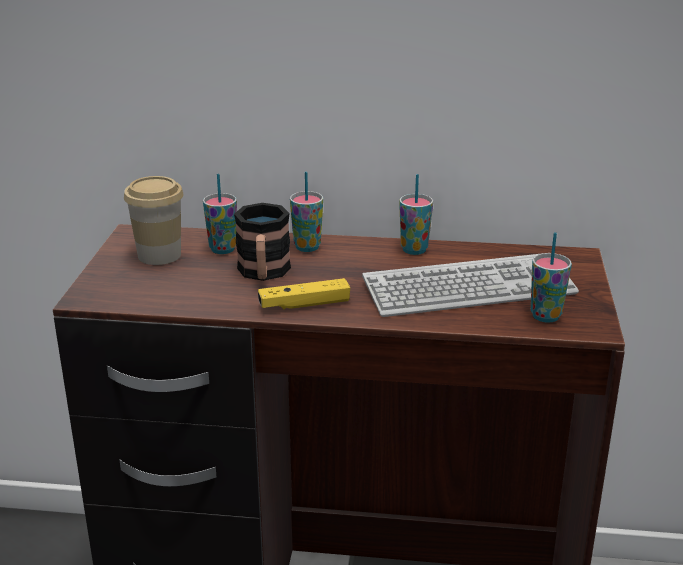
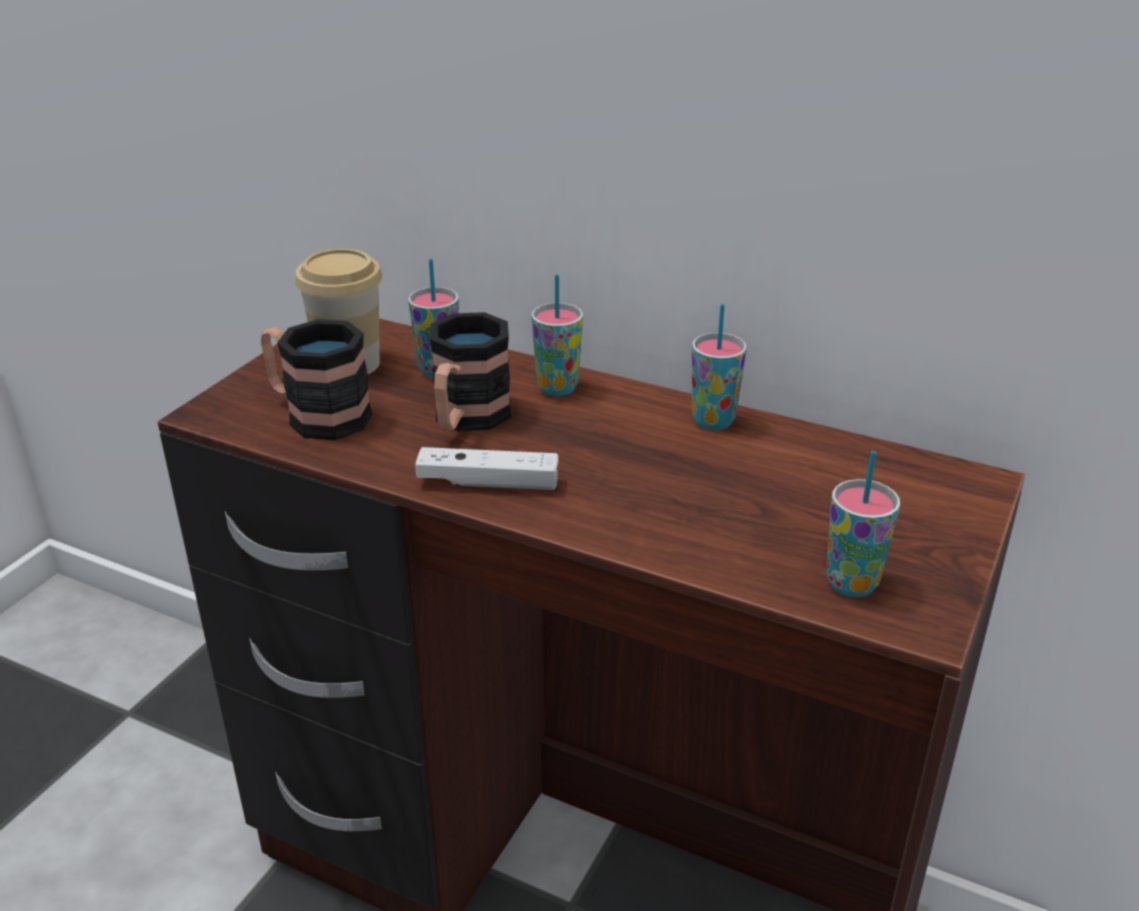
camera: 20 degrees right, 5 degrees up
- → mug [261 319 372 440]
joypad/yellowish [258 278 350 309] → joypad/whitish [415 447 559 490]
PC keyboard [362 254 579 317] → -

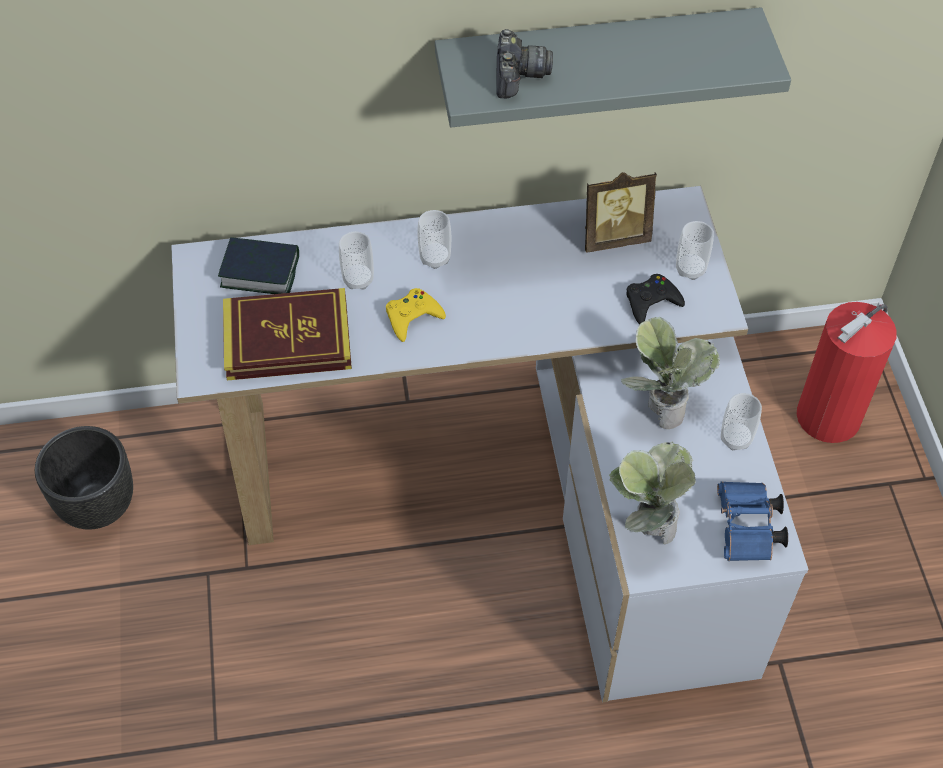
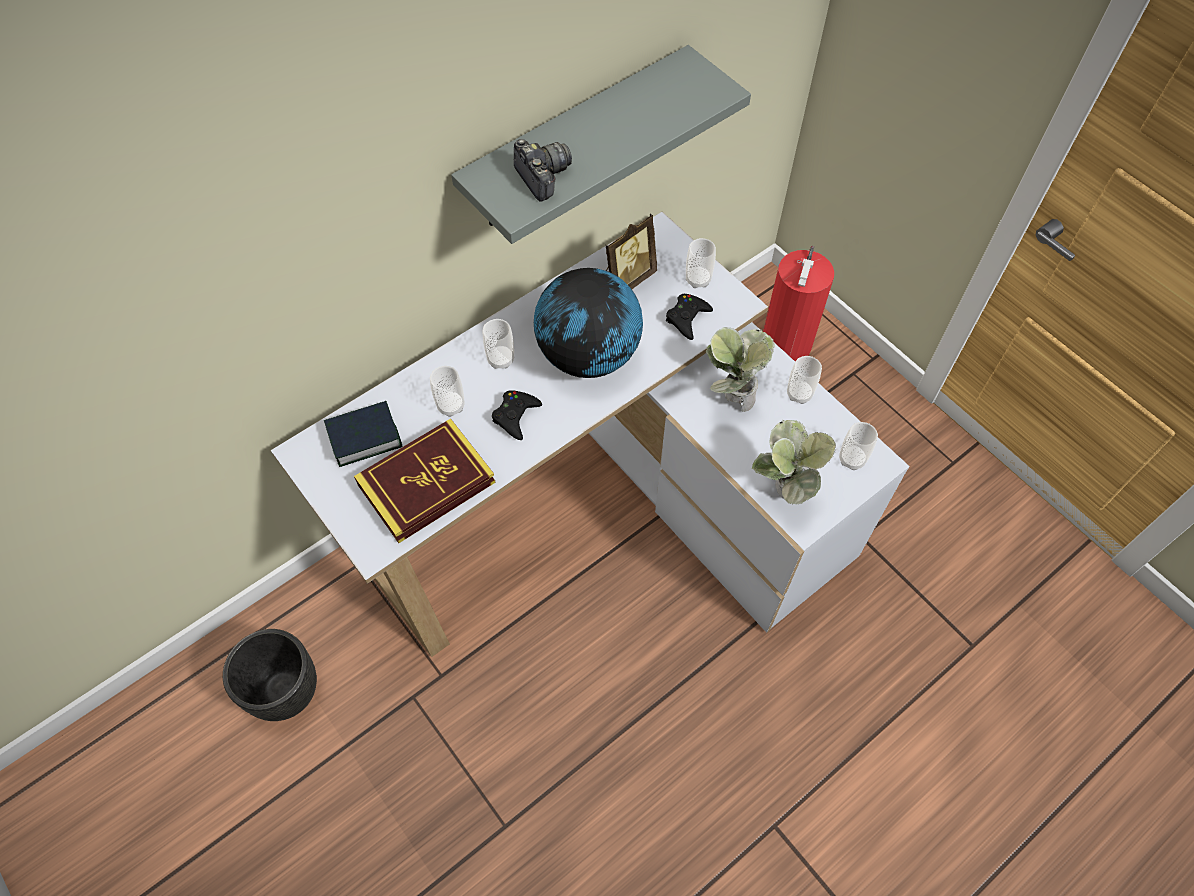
camera: 30 degrees left, 5 degrees up
joypad/yellowish [386 288 446 342] → joypad/black [492 390 542 440]
- → desk globe [534 268 643 378]
pair of binoculars/bluish [717 481 788 561] → small cup [839 422 878 470]

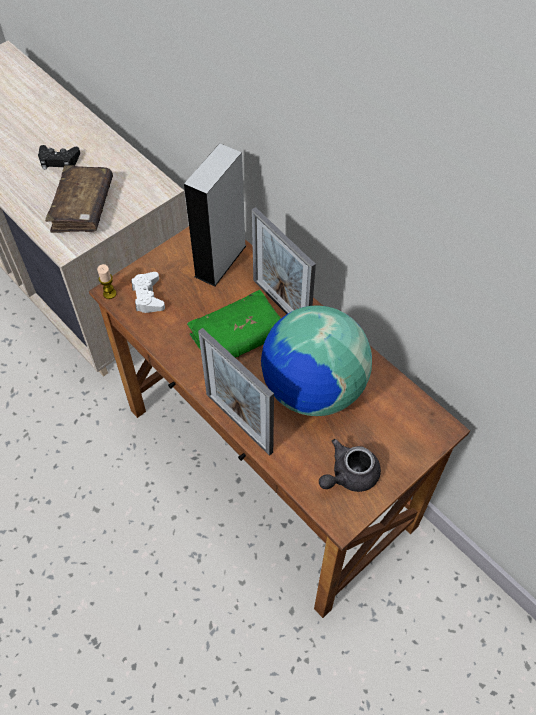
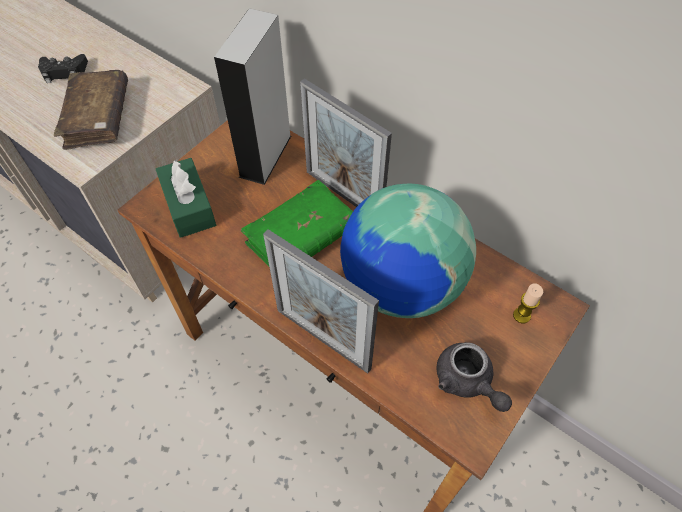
camera: 10 degrees left, 0 degrees up
joypad/whitish [131 272 165 313] → tissue box/green-coloured [156 158 216 238]
pot for tea/grey [319 439 381 492] → pot for tea/grey [437 342 512 412], 75 degrees counterclockwise
wax light [97 264 117 299] → wax light [513 284 543 323], shifted

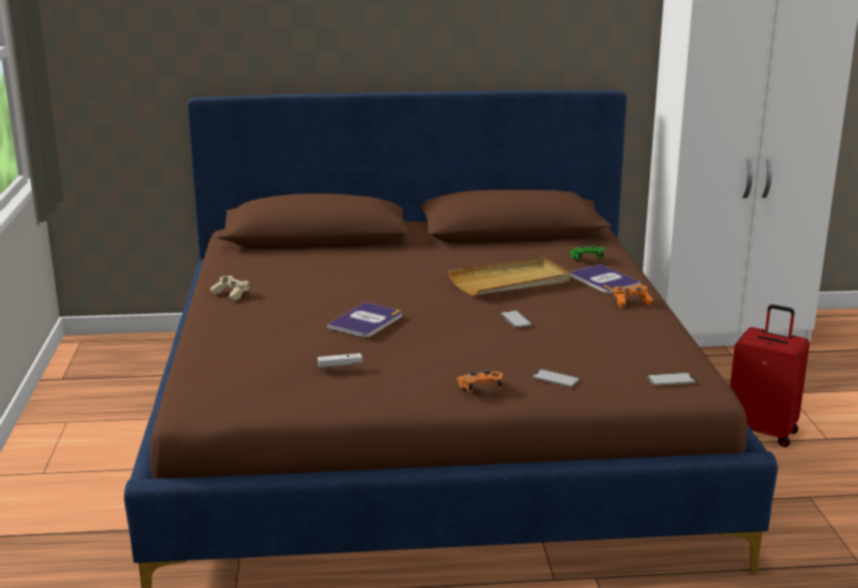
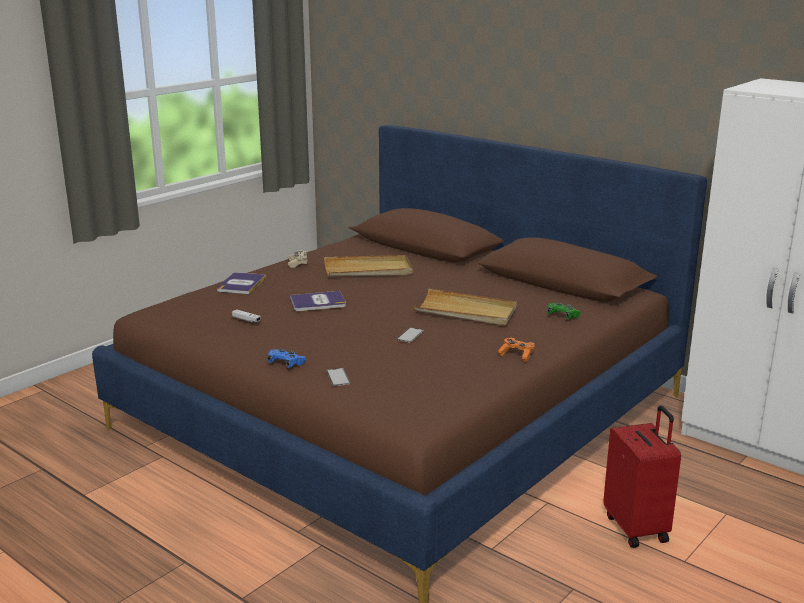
camera: 45 degrees right, 0 degrees up
bound book [571 264 641 294] → bound book [217 272 266 294], shifted
joypad/orange-coloured [456 370 503 393] → joypad/bluish [268 348 306 368]
- → tray/sand-coloured [324 255 413 276]
handset [647 372 696 386] → -

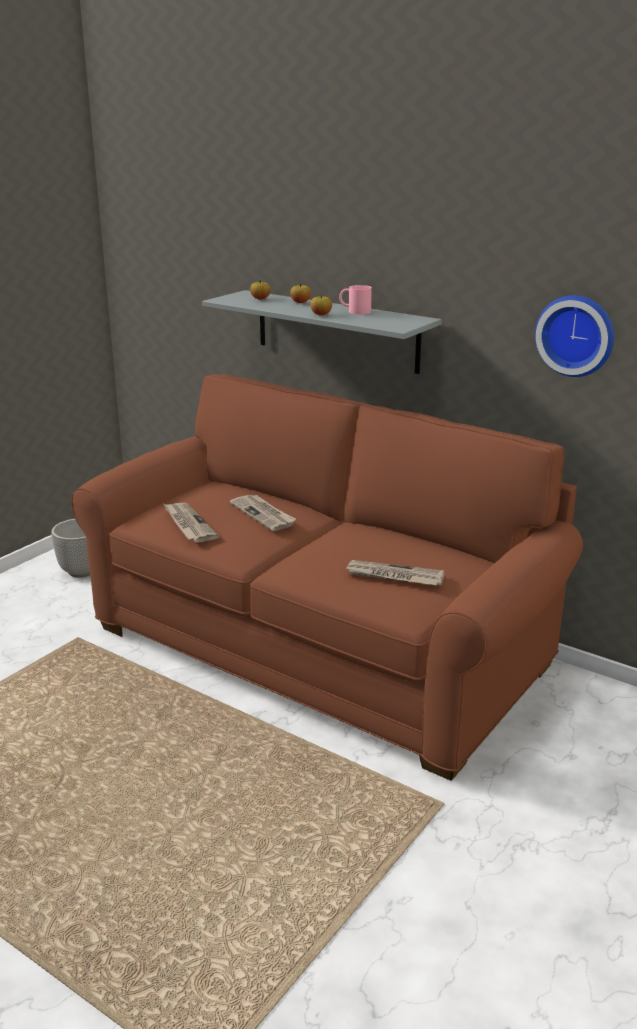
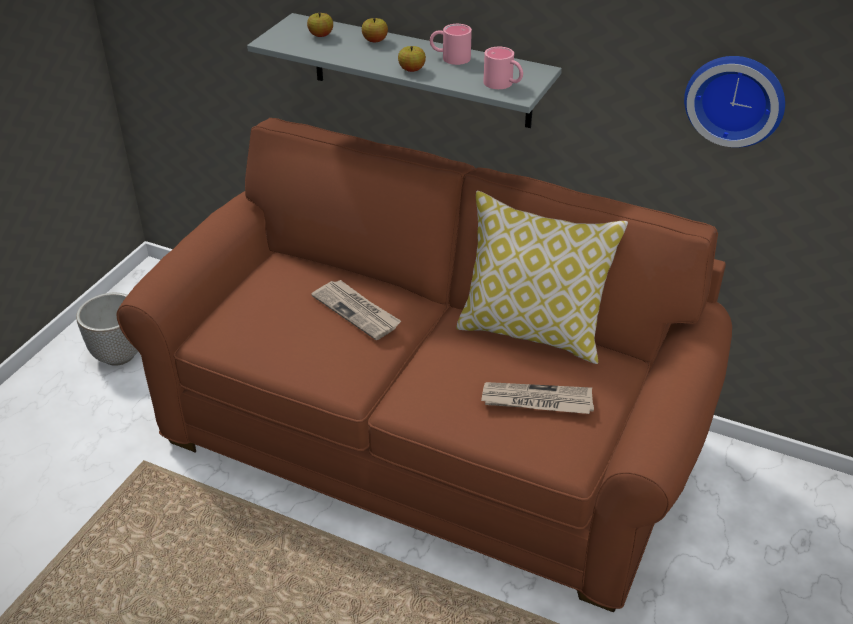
camera: 10 degrees left, 15 degrees up
- → pillow [456 191 628 364]
- → mug/pinkish [483 47 523 89]
printed paper [164 503 219 542] → -

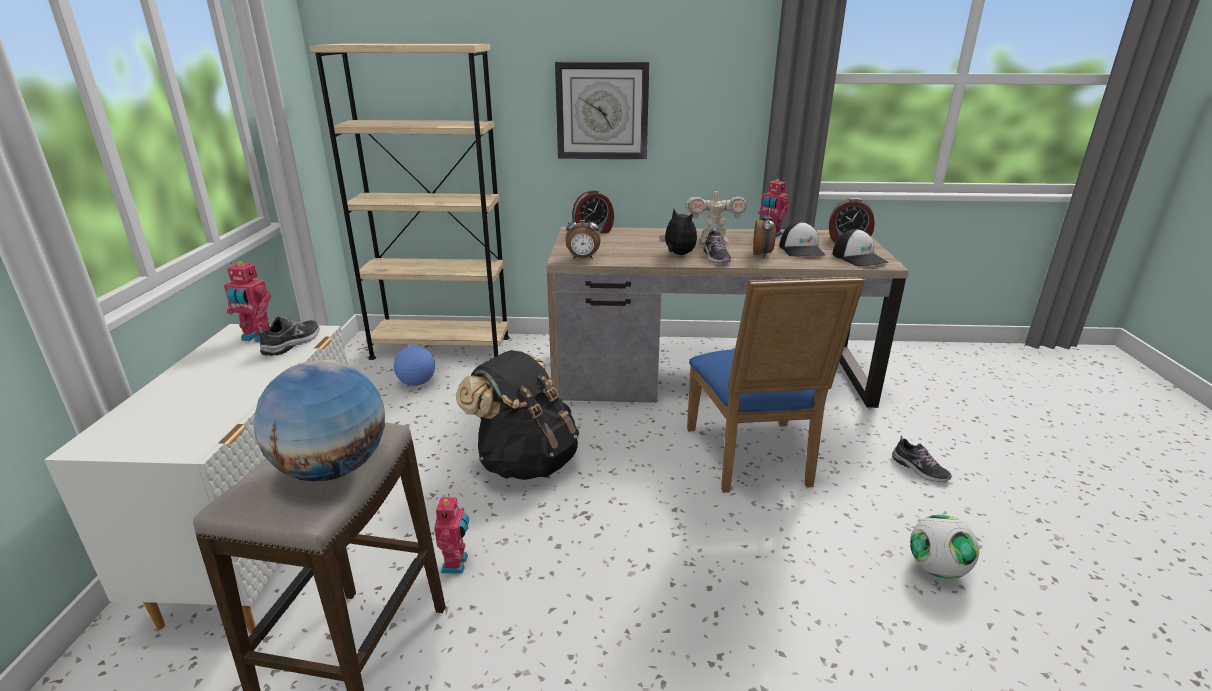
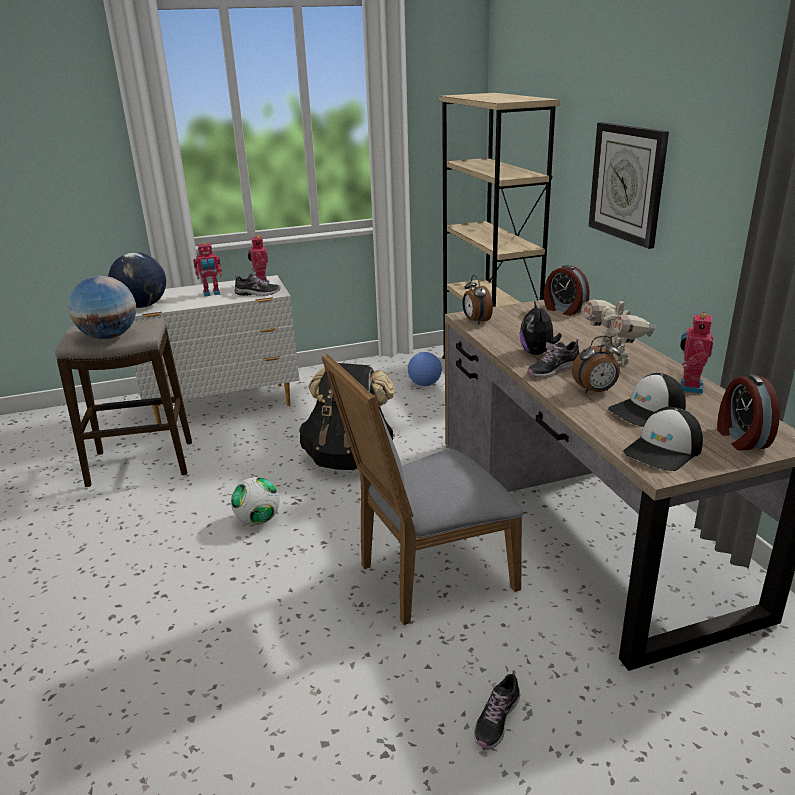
camera: 70 degrees right, 0 degrees up
- → desk globe [108 252 166 308]
model robot [434 494 469 574] → model robot [193 242 222 296], shifted
ball for football [910 515 979 579] → ball for football [231 477 280 525], shifted
upright chair/bluish [687 277 865 493] → upright chair/grey [322 354 523 625]
plush toy [659 209 697 255] → plush toy [520 301 562 355], 150 degrees clockwise

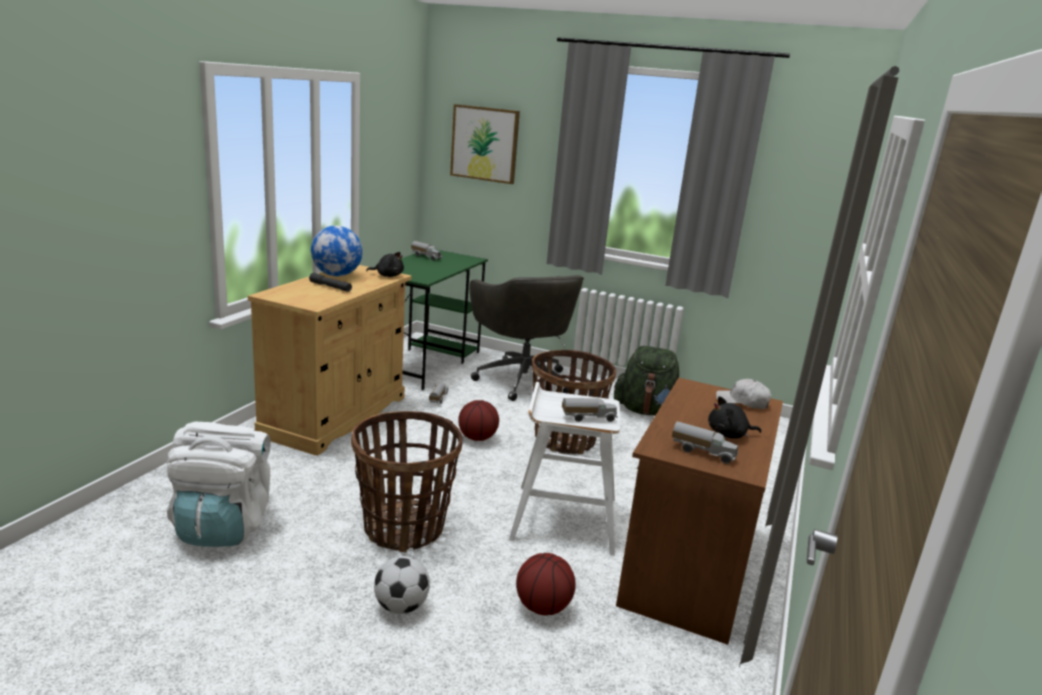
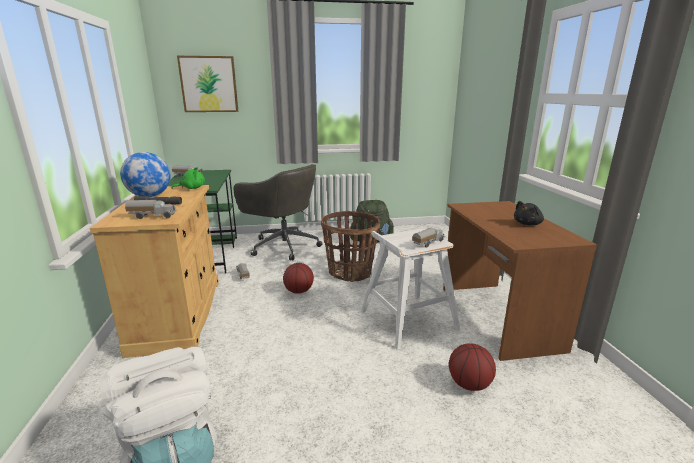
camera: 30 degrees left, 0 degrees up
toy truck [672 421 738 464] → toy truck [125 200 177 219], shifted
plush toy/black [366 252 404 277] → plush toy/green-coloured [172 167 205 189]
basket [351 411 463 552] → -
ball for football [374 556 430 614] → -
peaked cap/whitish [716 379 772 409] → -

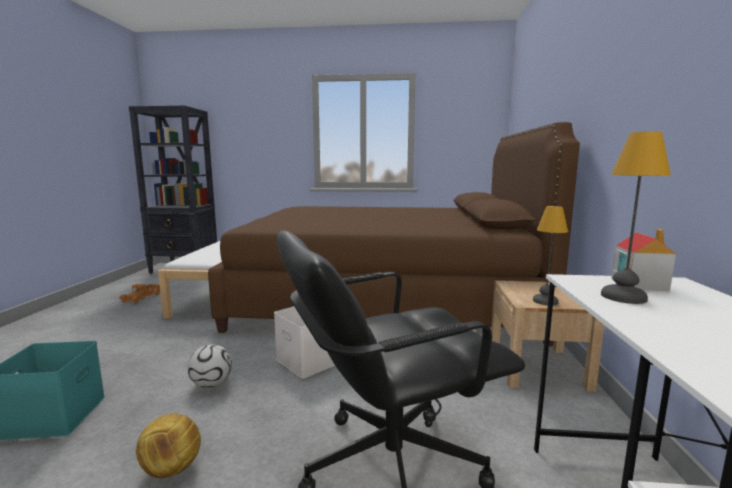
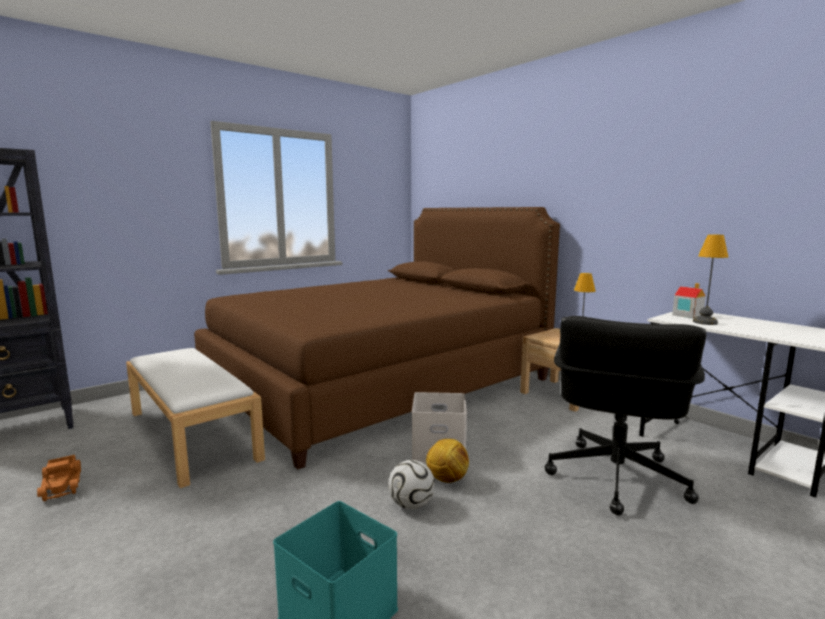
camera: 45 degrees left, 0 degrees up
ball for football [136 413 201 478] → ball for football [426 439 469 483], shifted

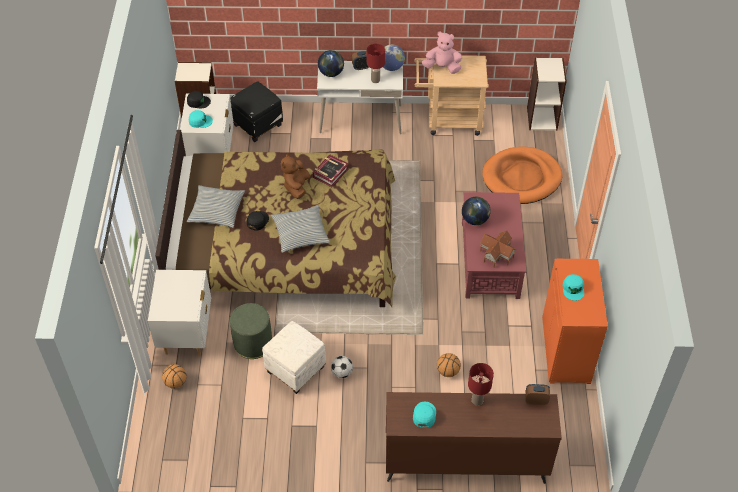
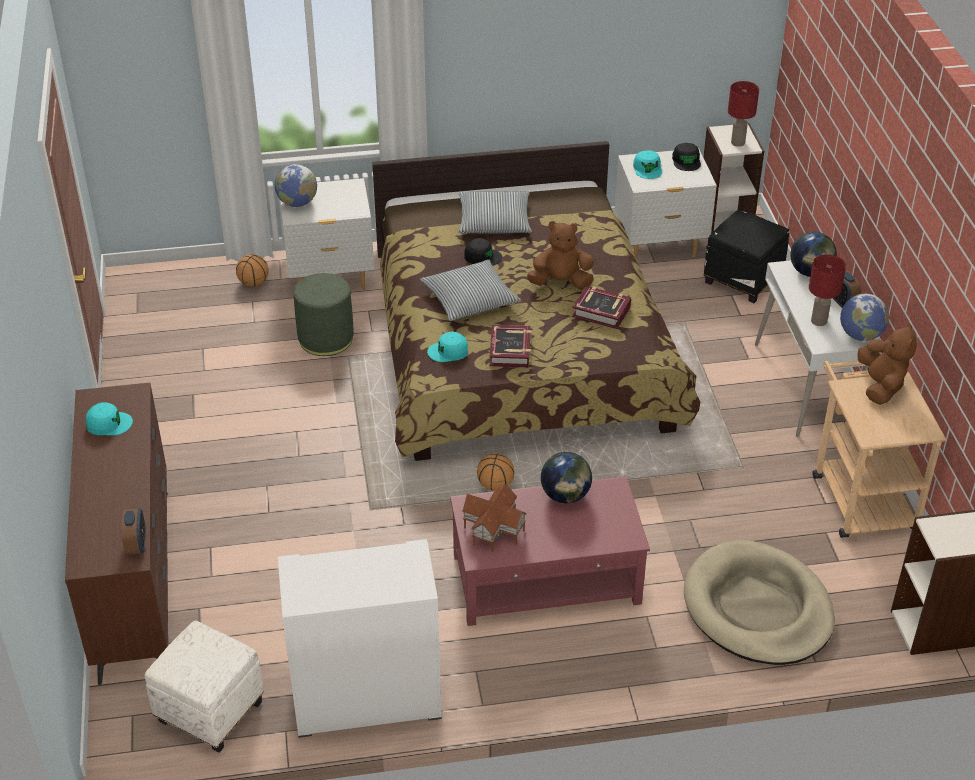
camera: 80 degrees right, 10 degrees down
footrest/whitish [262 321 326 394] → footrest/whitish [145 621 264 753], shifted
- → desk globe [275 164 317 207]
cabinet/orange-coloured [542 259 608 384] → cabinet/whitish [278 539 442 738]
peaked cap/turquoise [563 274 584 301] → peaked cap/turquoise [427 332 468 362], shifted
ball for basketball [437 353 461 377] → ball for basketball [477 453 515 491], shifted
- → bound book [490 325 532 368]
dog cushion/orange-coloured [482 146 563 204] → dog cushion/sand-coloured [684 540 835 665]
table lamp/red [468 363 494 406] → table lamp/red [728 81 759 147], shifted
plush toy/pinkish [422 31 462 74] → plush toy/brownish [857 323 917 405]
ball for football [331 356 353 378] → -

